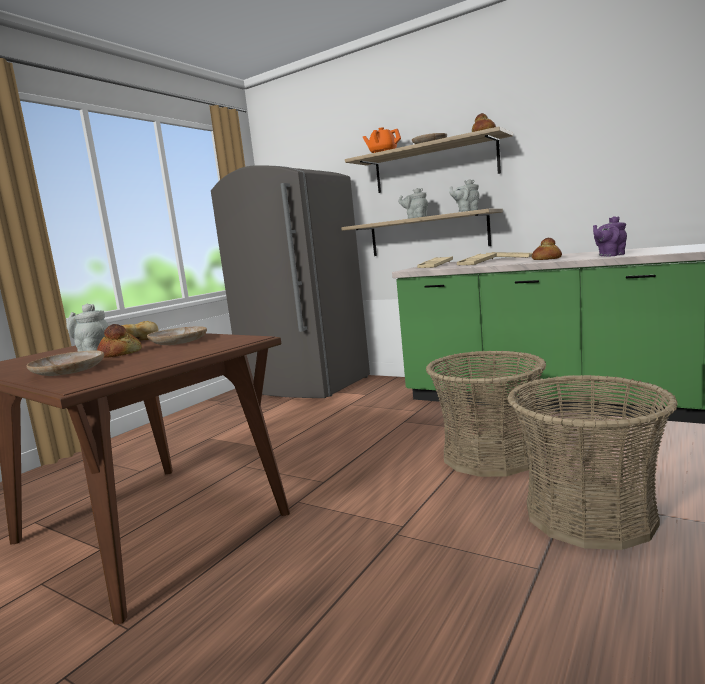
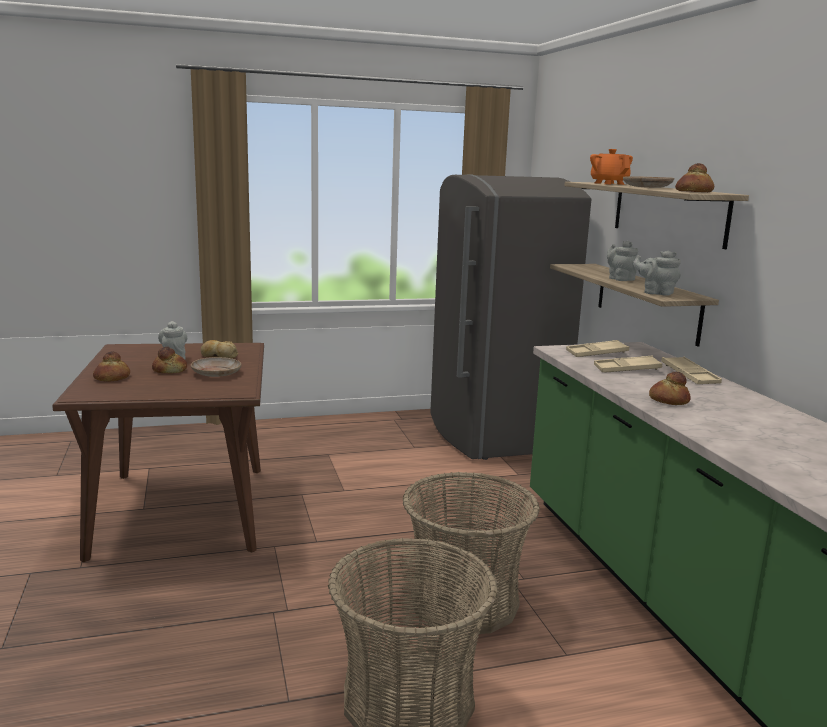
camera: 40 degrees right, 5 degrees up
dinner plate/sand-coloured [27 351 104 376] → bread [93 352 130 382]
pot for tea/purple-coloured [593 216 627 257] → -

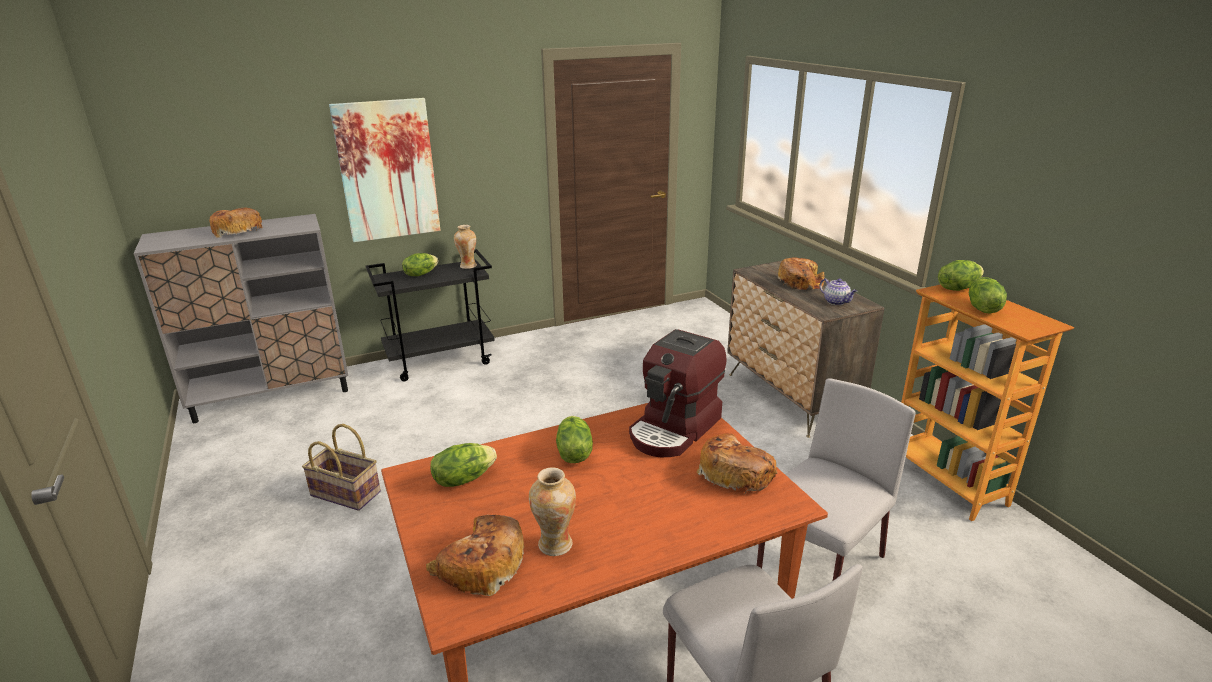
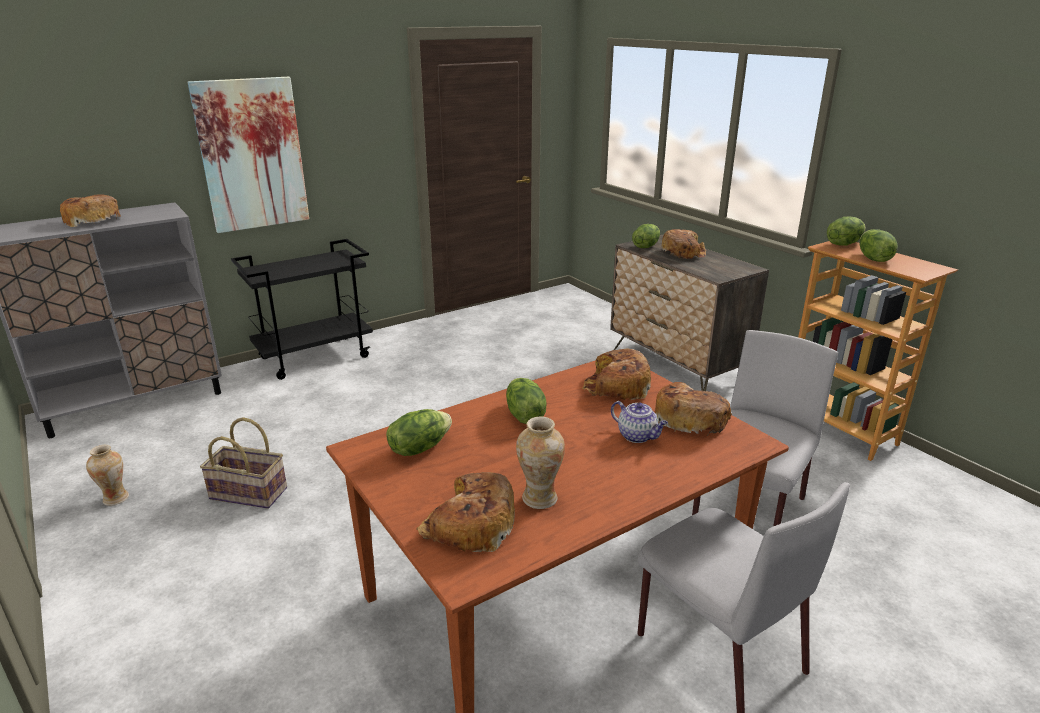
camera: 10 degrees left, 0 degrees up
flower vase [454 225 477 269] → flower vase [86 445 129 506], shifted
coffee machine [629 329 726 457] → bread [582 349 651 400]
pot for tea [820 279 857 305] → pot for tea [611 401 668 443], shifted
head of lettuce [402 253 438 276] → head of lettuce [632 224 660 248], shifted

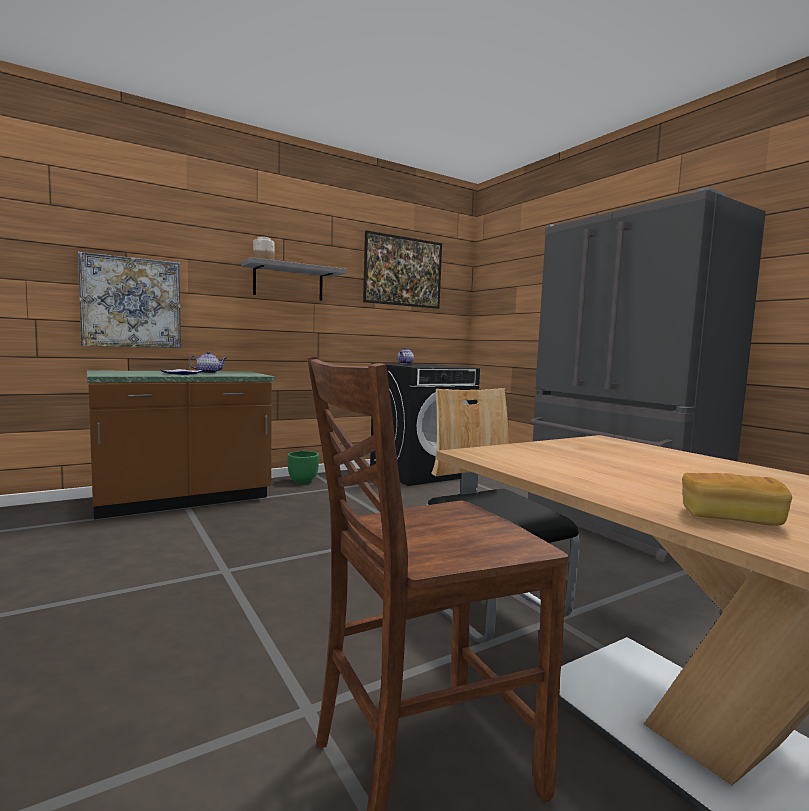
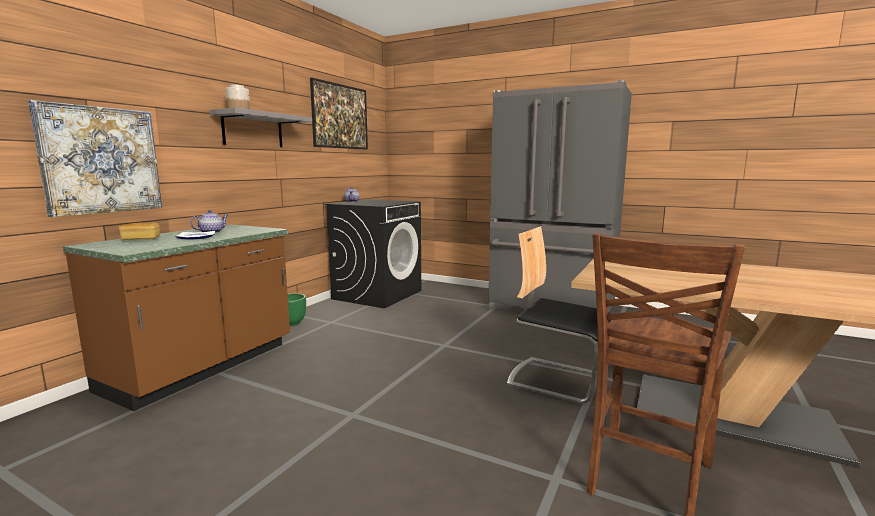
camera: 30 degrees left, 5 degrees up
bread [682 473 792 526] → bread [118 222 160 240], shifted

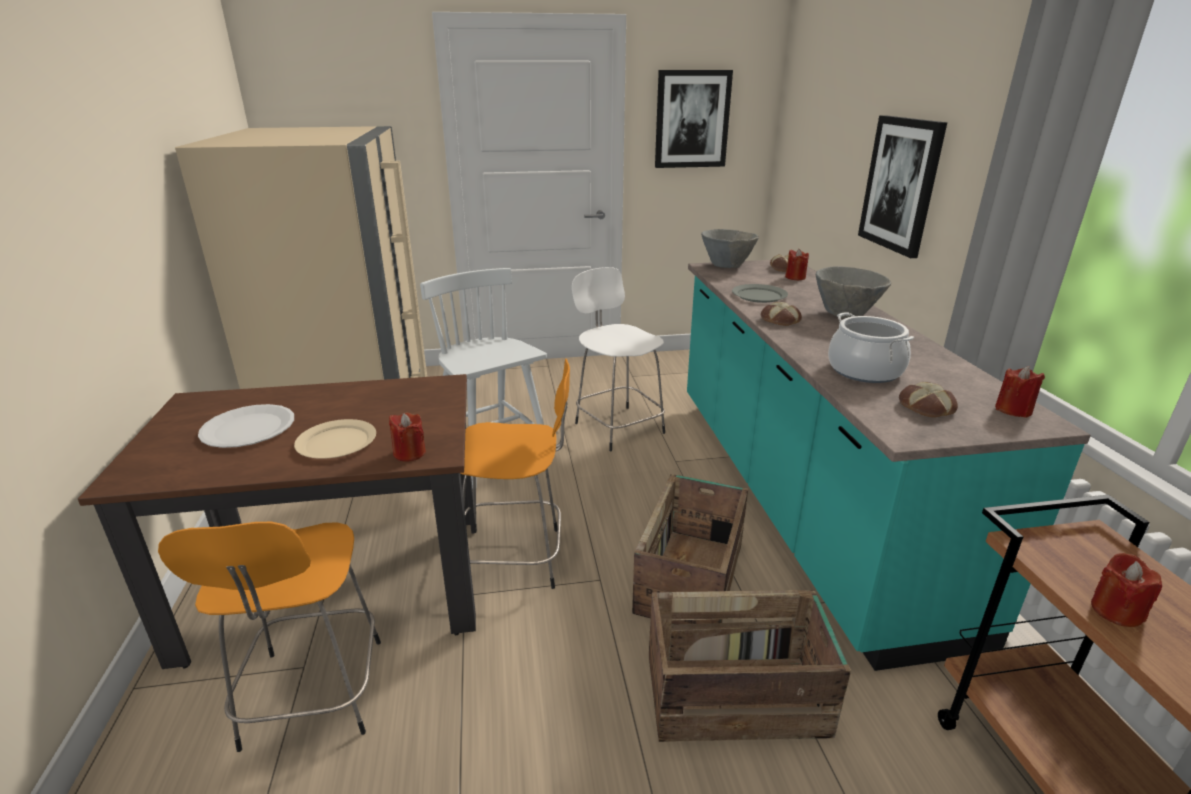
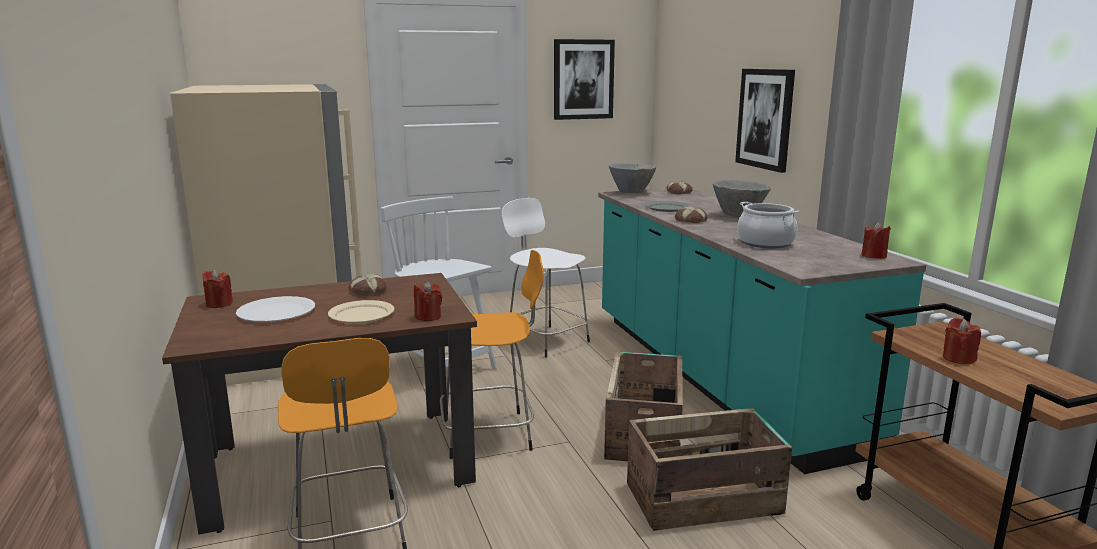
camera: 10 degrees left, 10 degrees down
wax light/red [785 249 809 281] → wax light/red [202 270 233 308], shifted
bread [899 382 958 418] → bread [349 274 386 296], shifted

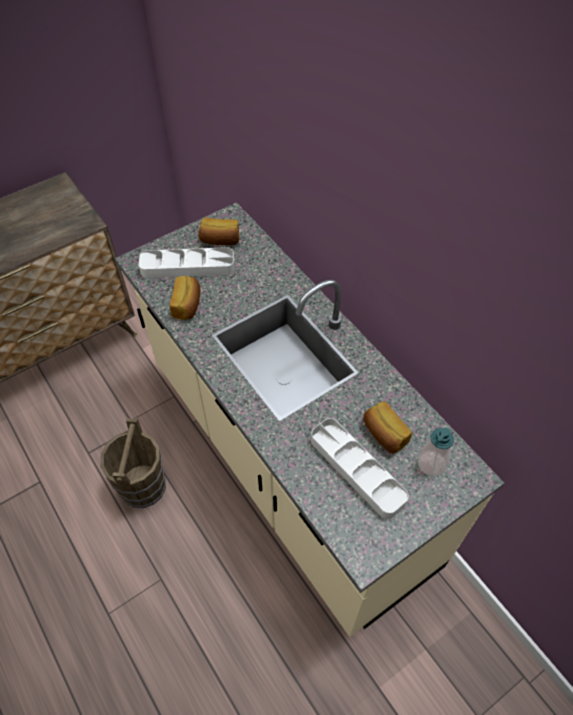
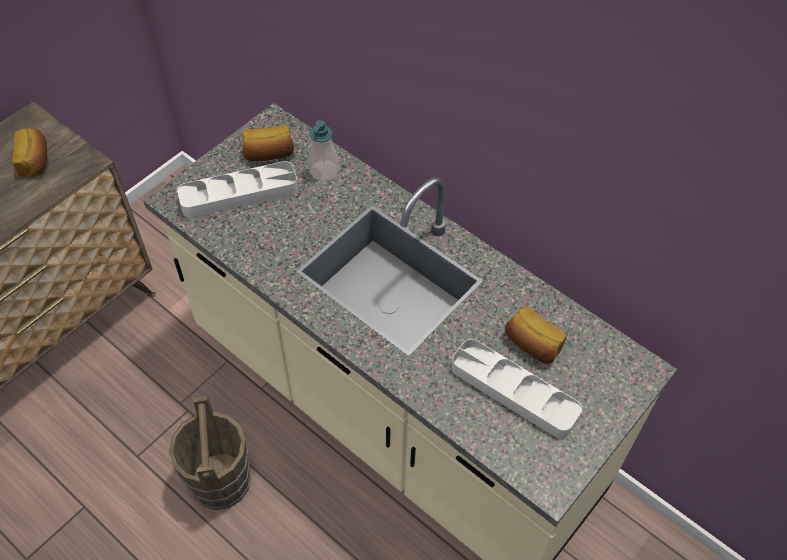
camera: 15 degrees left, 0 degrees up
bread [170 276 201 320] → bread [12 128 47 178], shifted
liquid soap bottle [418 427 454 476] → liquid soap bottle [309 120 339 181], shifted

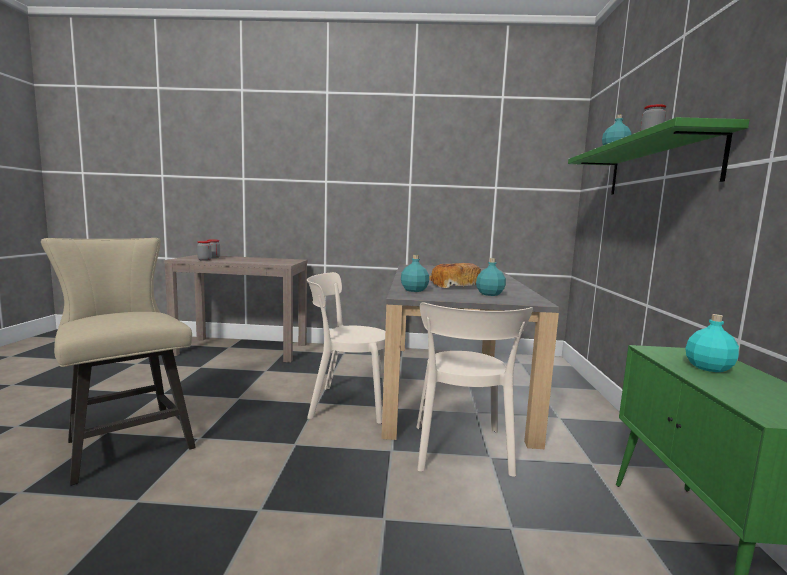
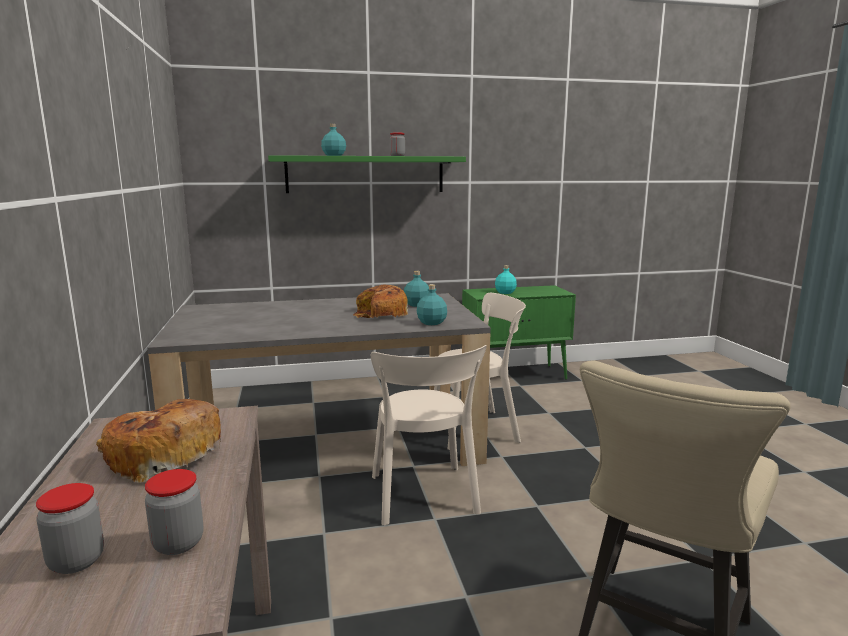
camera: 105 degrees left, 5 degrees up
- → bread [96 399 221 482]

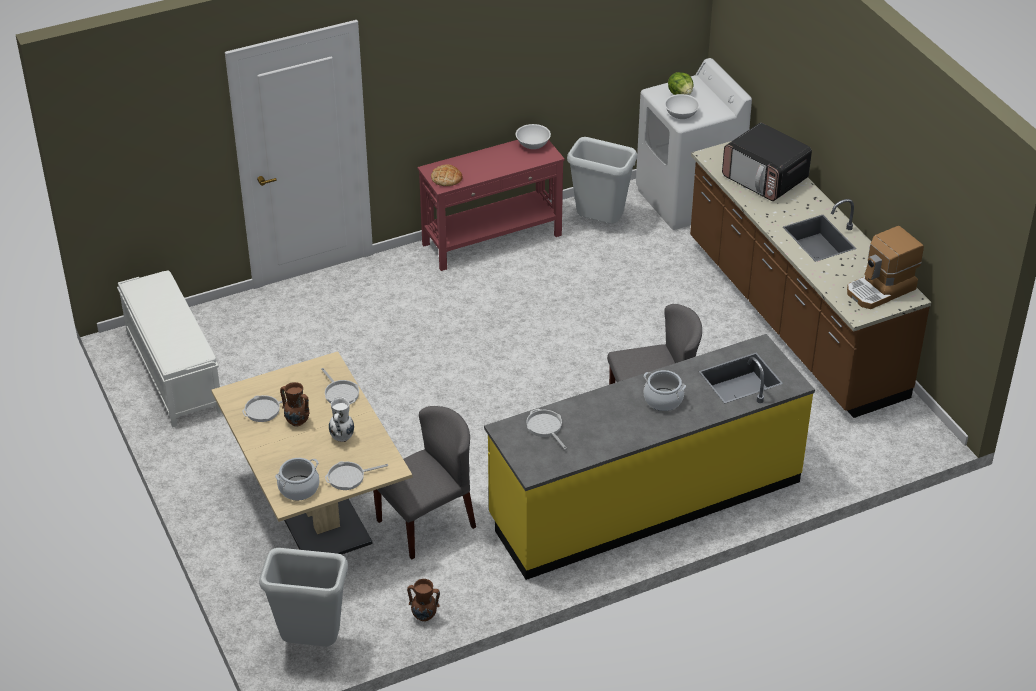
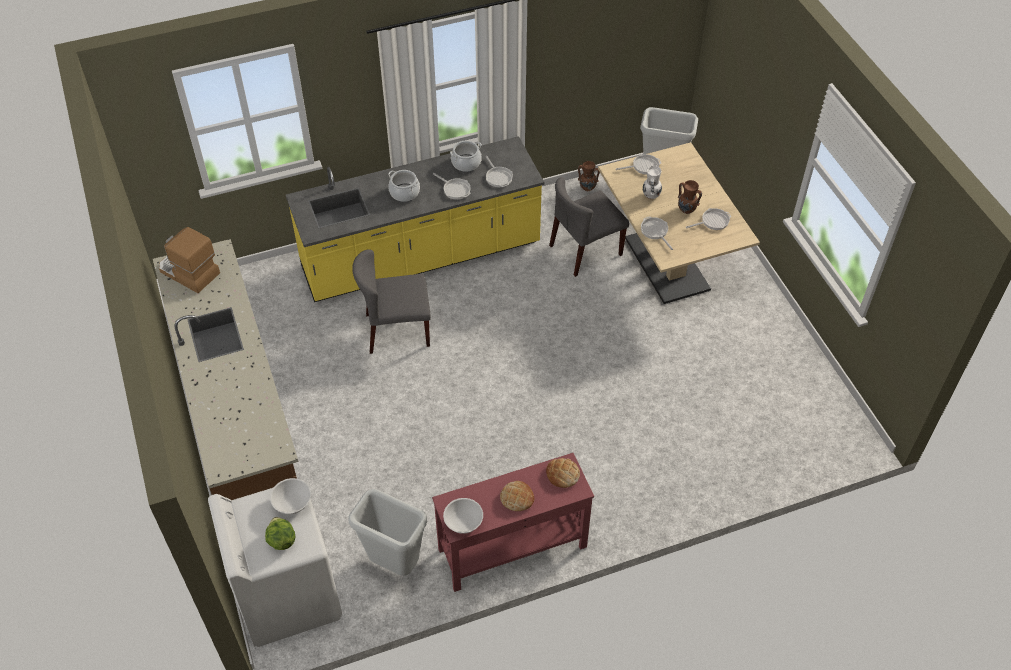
camera: 175 degrees left, 10 degrees up
coffee machine [847 226 924 309] → coffee machine [159 227 220 293], 120 degrees counterclockwise
- → pan [433 173 471 200]
cooking pot [275 458 319 500] → cooking pot [450 141 482 172], shifted
- → bread [500 481 534 511]
long seat/whitish [117 270 222 428] → -
microwave [722 123 812 201] → -

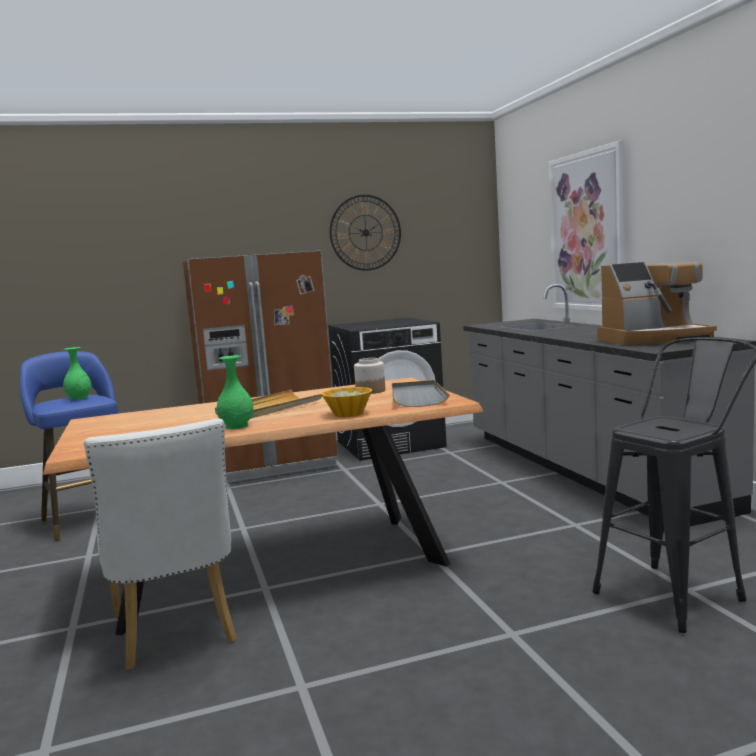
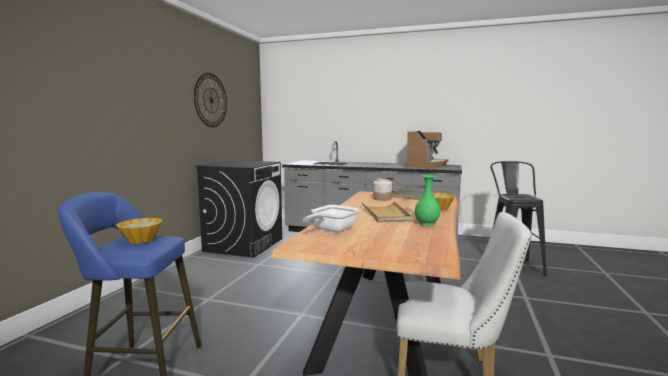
camera: 55 degrees left, 0 degrees up
flower vase/green-coloured [63 347 92 400] → deep dish [116 218 163 244]
- → pan [303 205 360 232]
fridge/brownish [183 251 338 483] → -
wall art [549 140 625 311] → -

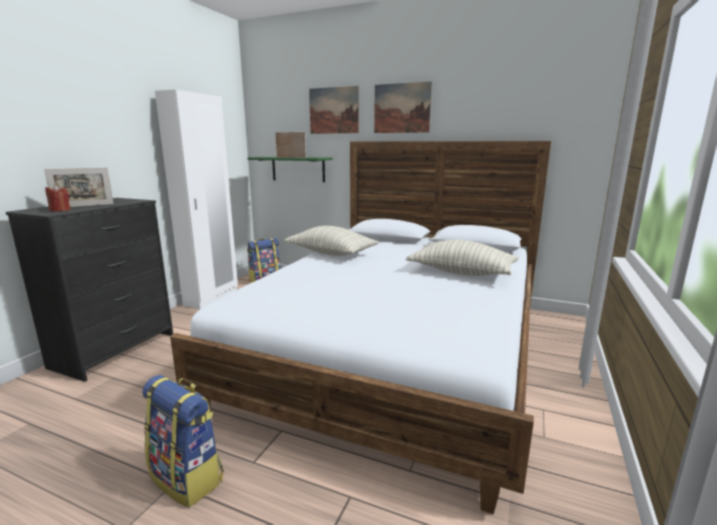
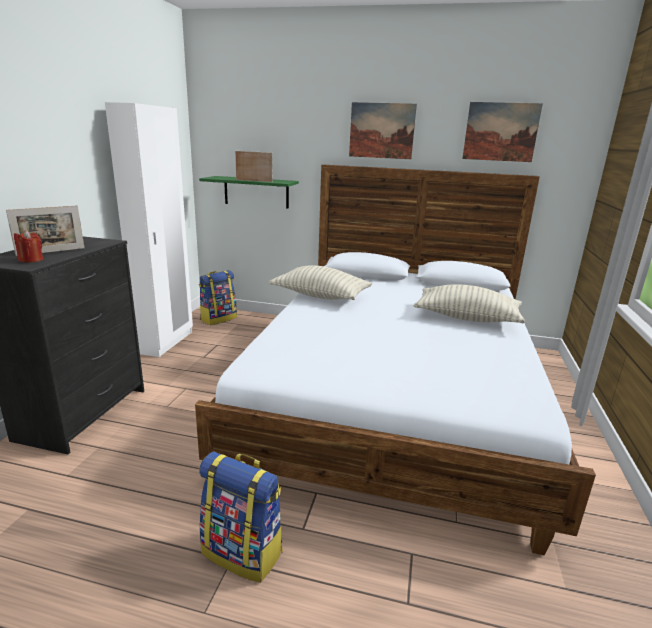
camera: 10 degrees left, 5 degrees up
wall art [309 86 359 134] → wall art [462 102 543 162], shifted

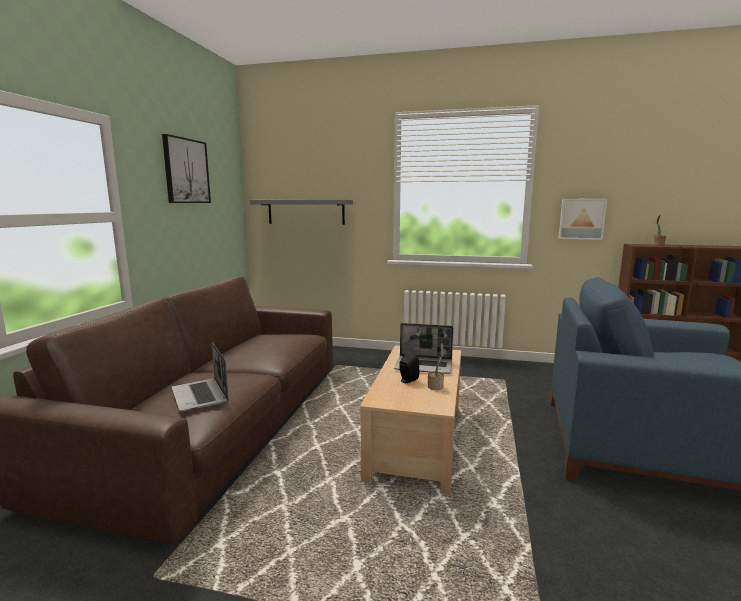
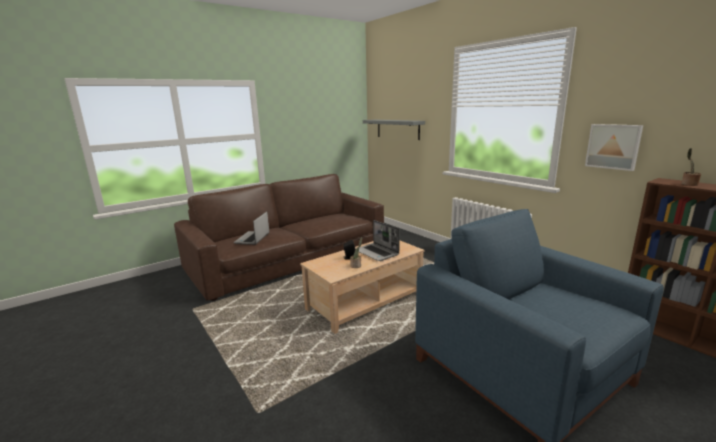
camera: 40 degrees right, 5 degrees up
wall art [162 134 211 203] → -

